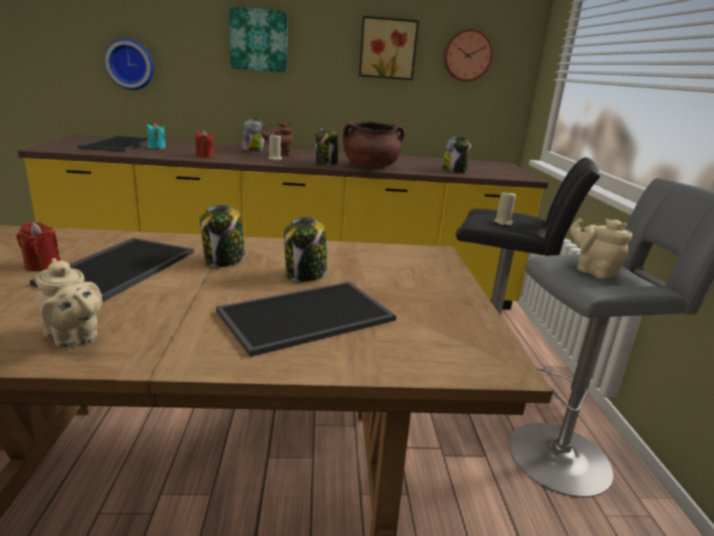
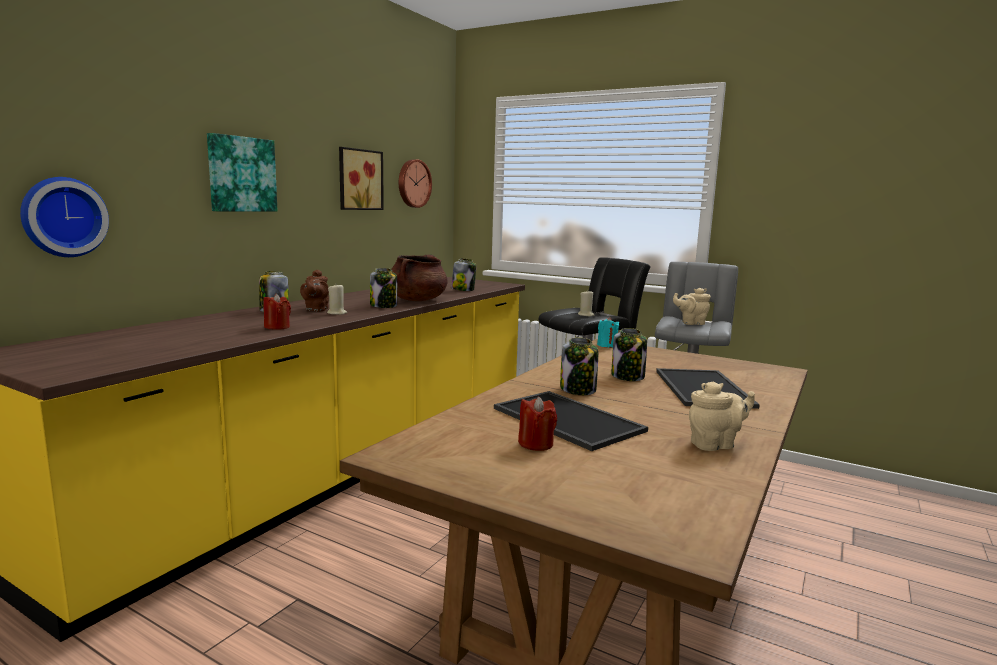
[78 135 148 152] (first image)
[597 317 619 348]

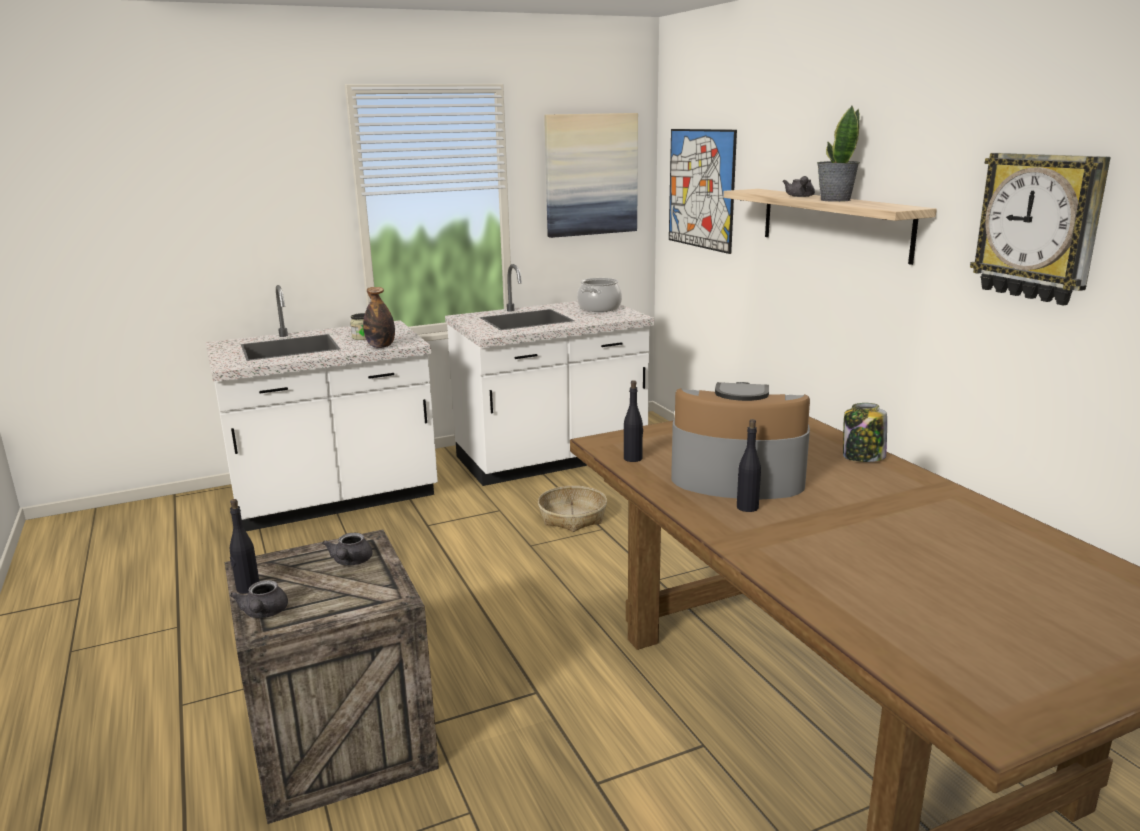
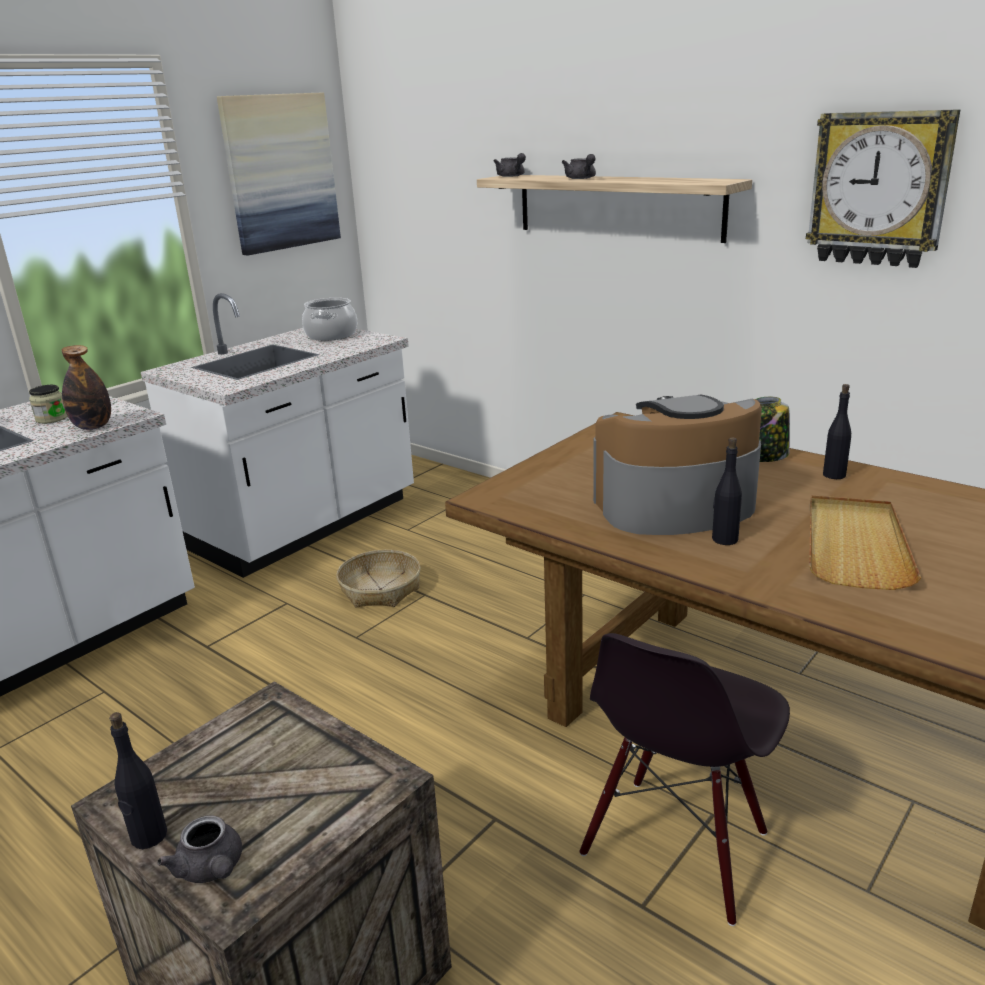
[494 153 526 177]
[823 384 851 479]
[669 129 737 254] (first image)
[817 106 860 202] (first image)
[580 633 790 926]
[809 495 921 590]

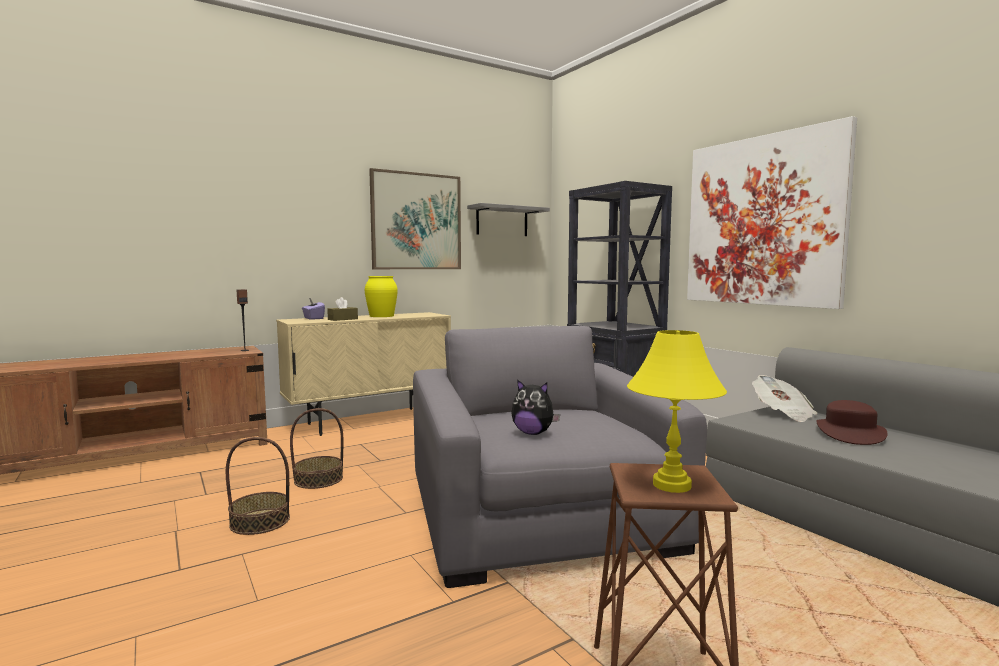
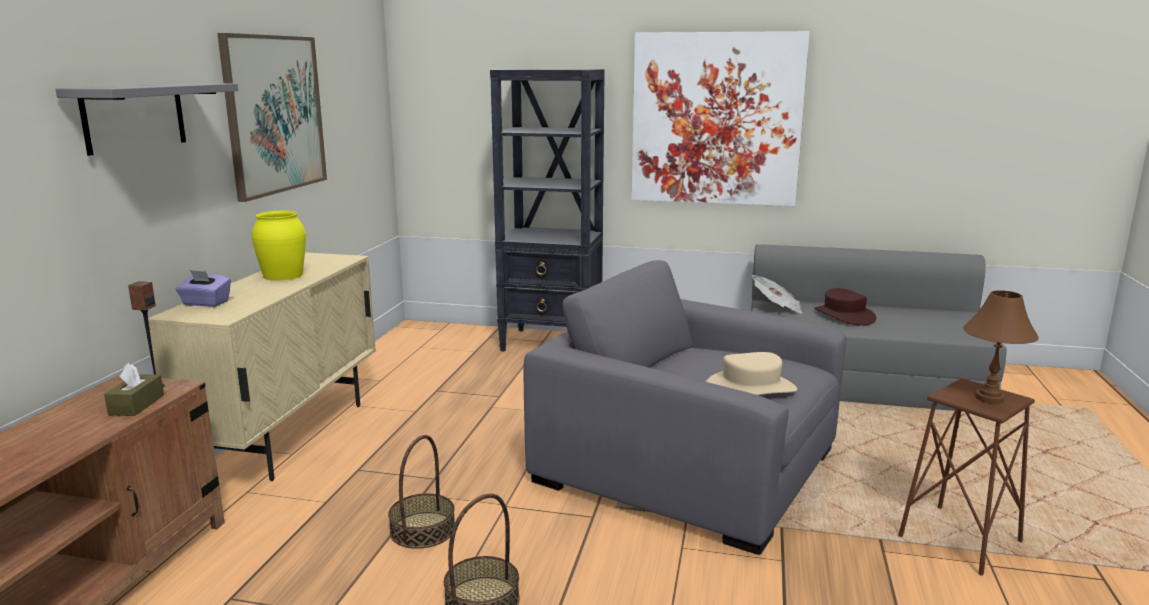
[104 363 164 416]
[55 83 238 156]
[706 352 797 395]
[963 290 1039 404]

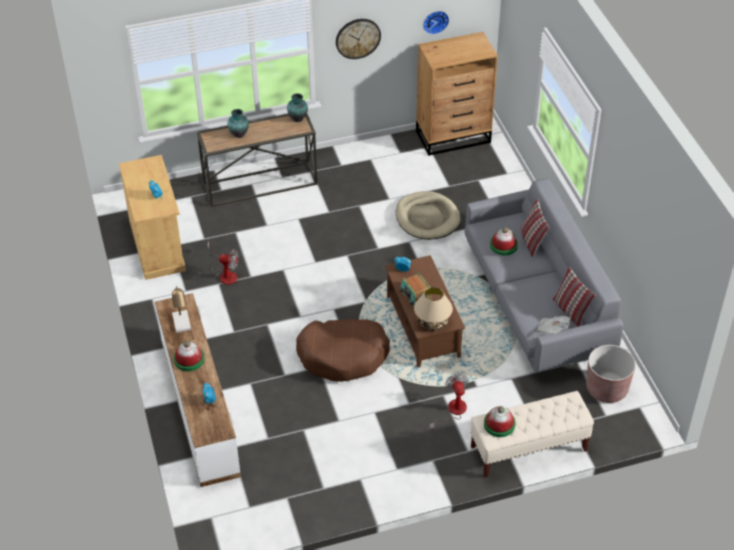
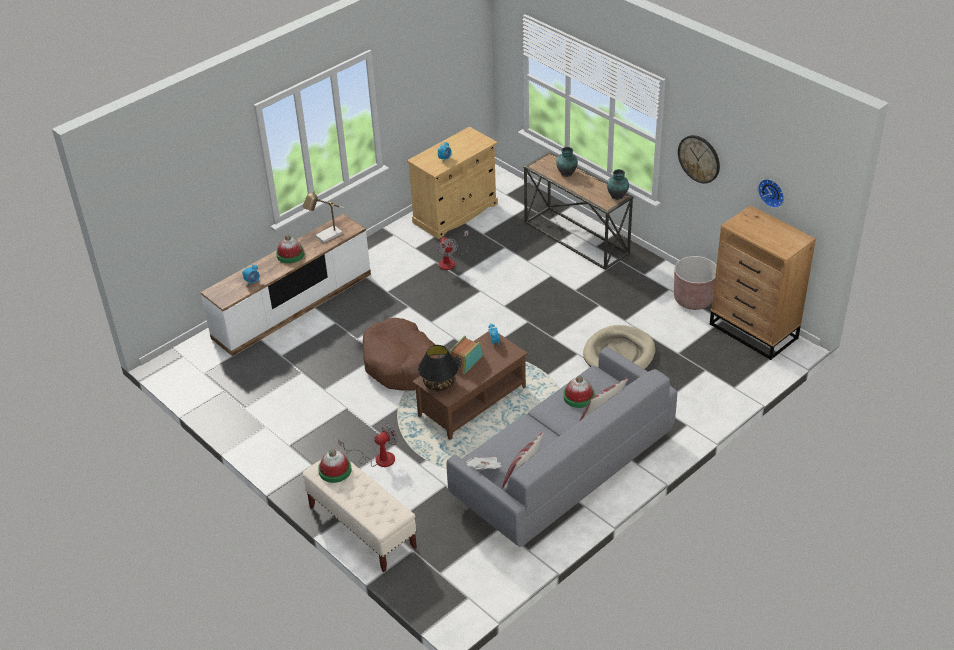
[418 345 459 391]
[674 256 717 310]

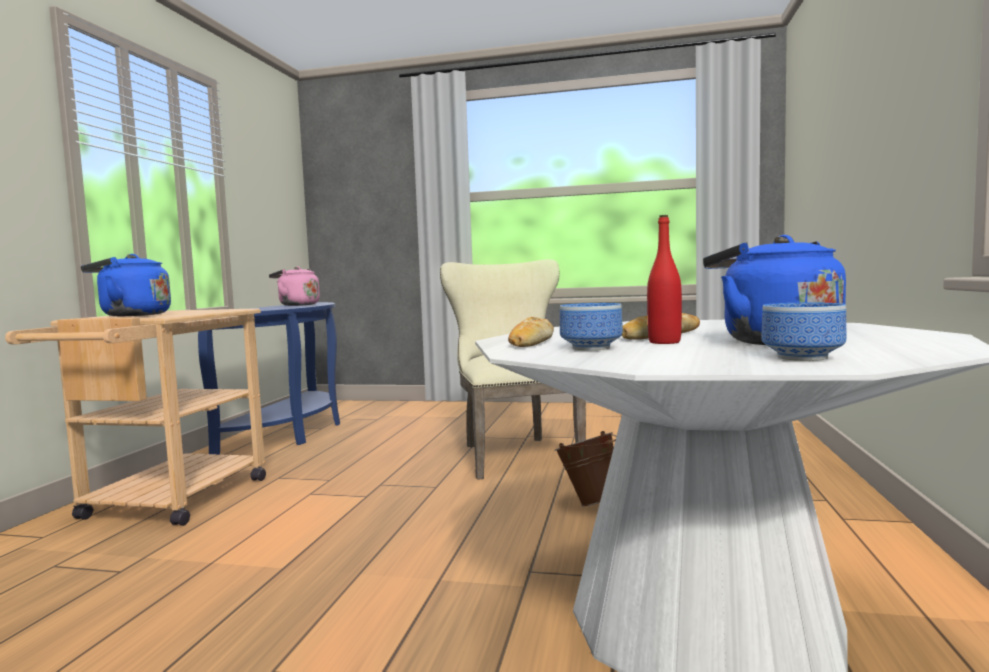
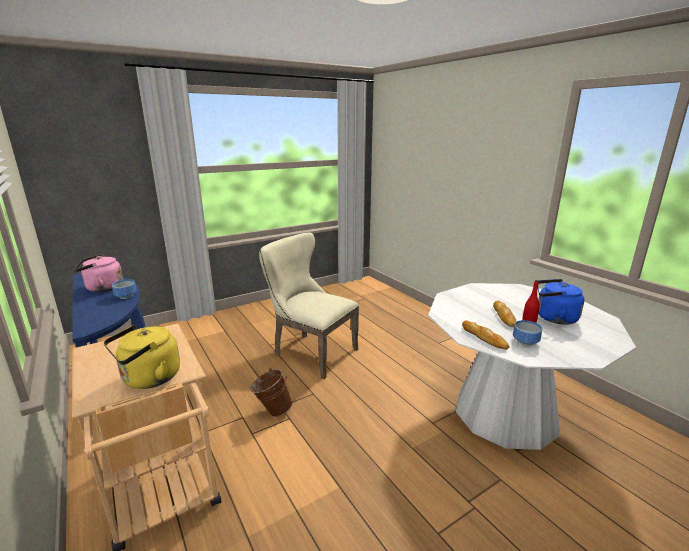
[103 325 180 389]
[250 368 293 417]
[112 279 137 299]

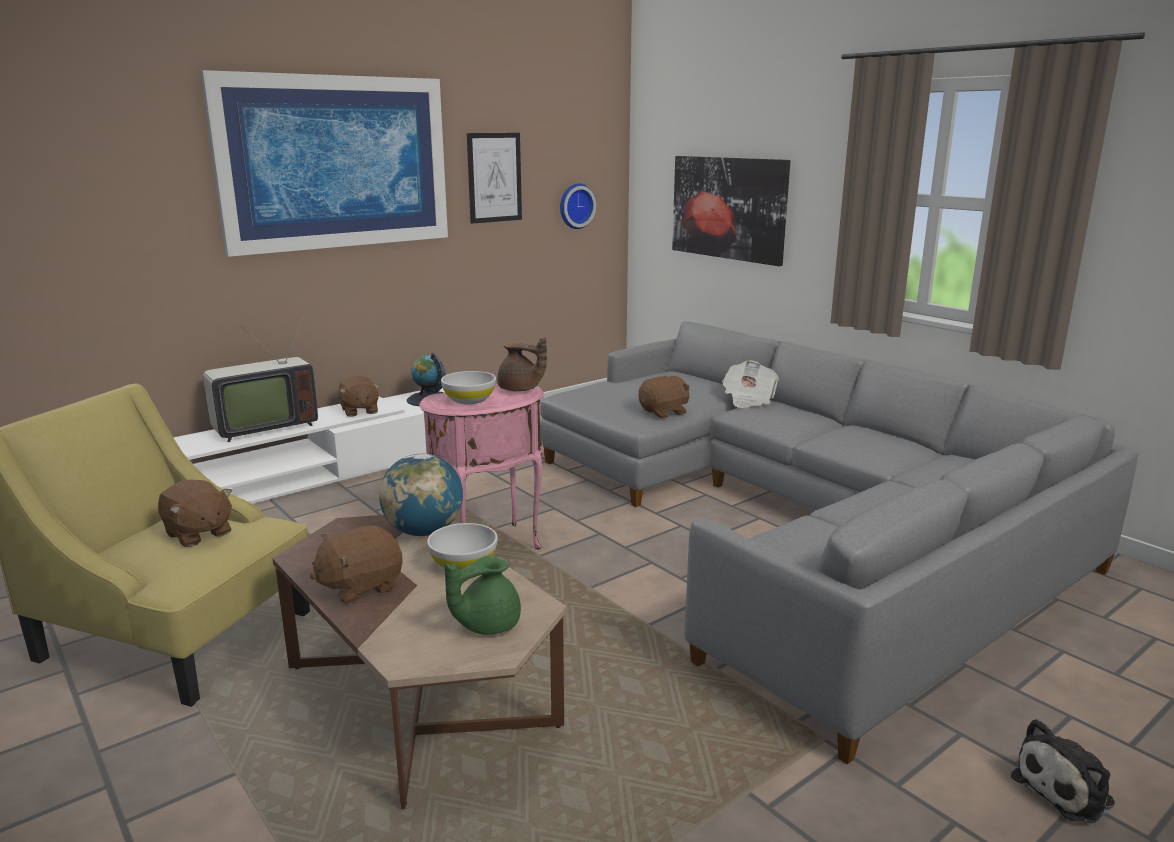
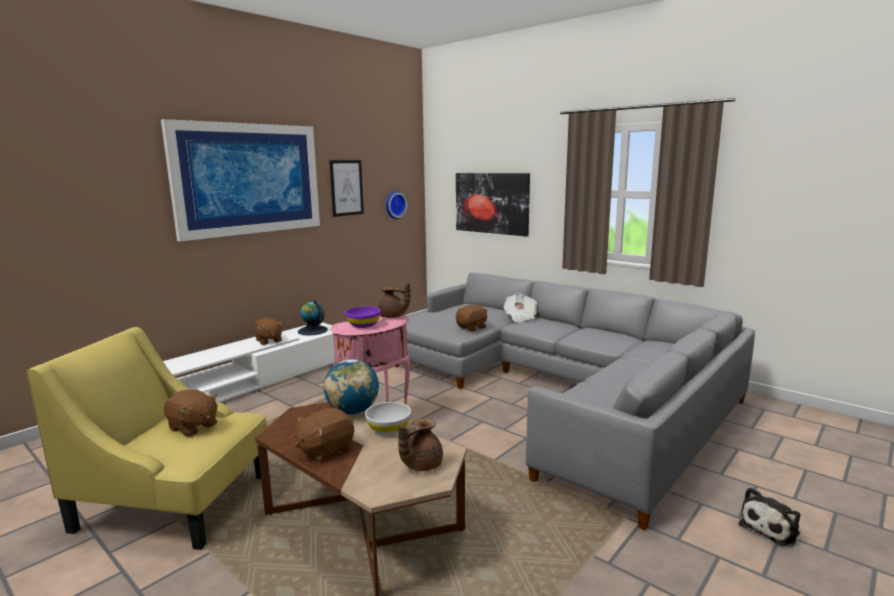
[203 314 318 442] (first image)
[345 306 381 328]
[398 419 443 471]

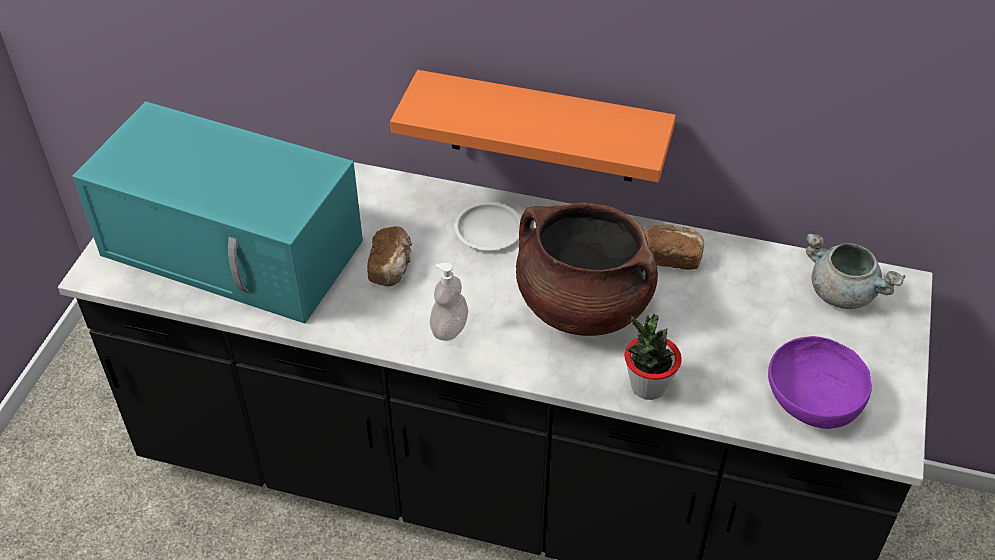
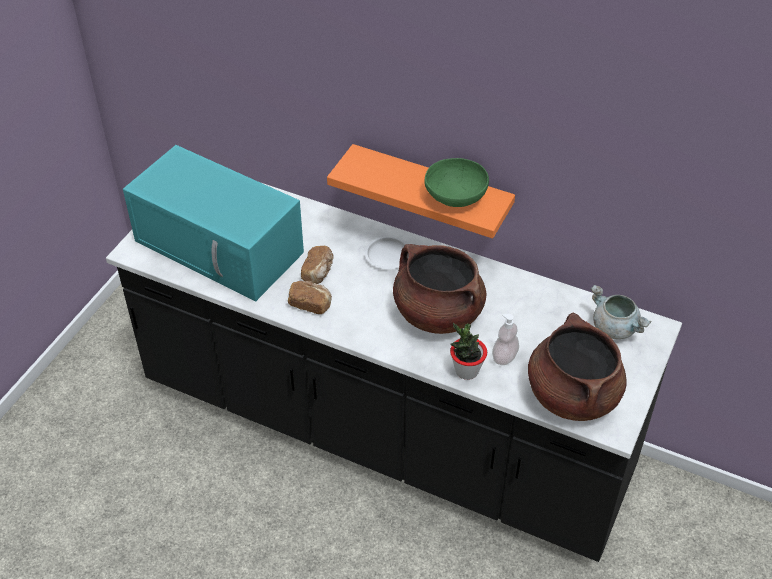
[492 314 519 365]
[288 281 332 314]
[528 313 627 421]
[424 158 489 207]

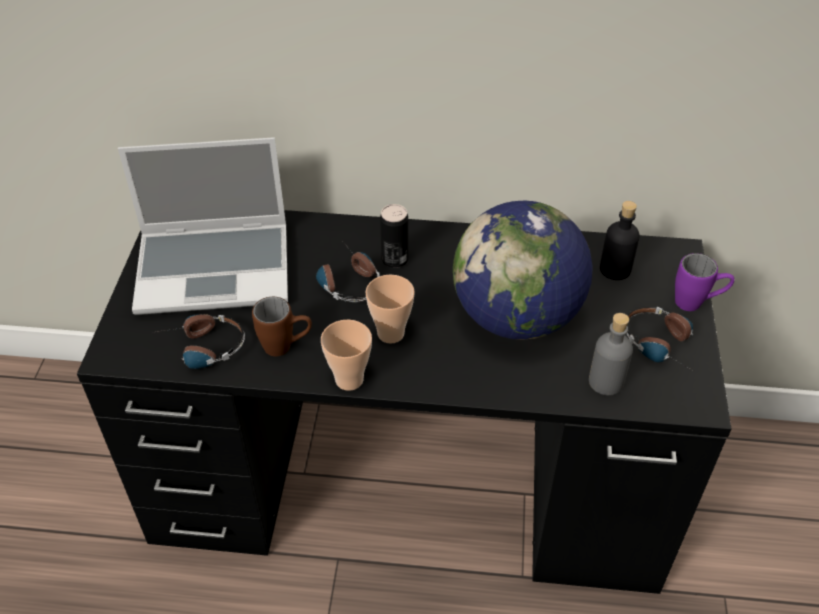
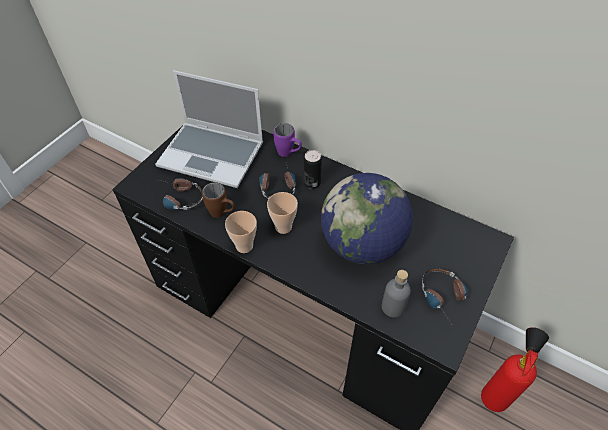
[600 201 640 280] (first image)
[273 123 302 157]
[481 327 549 412]

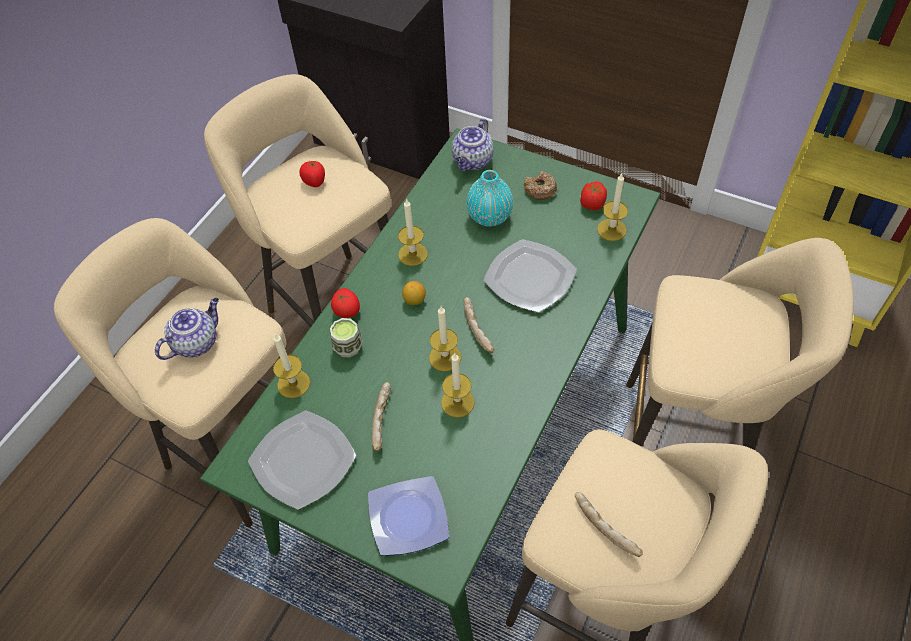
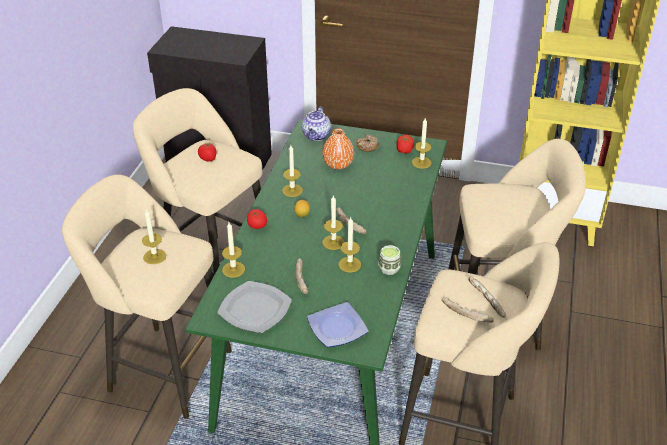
[142 209 166 264]
[378 245 401 275]
[322 128 354 170]
[483 239 577 313] (first image)
[469 276 506 318]

